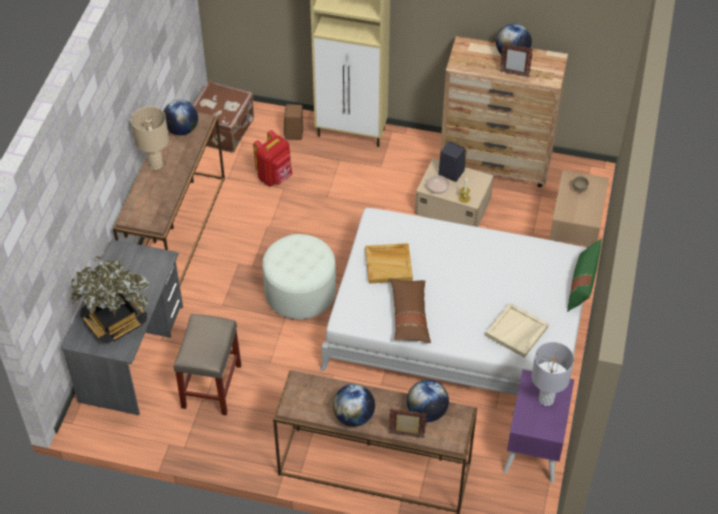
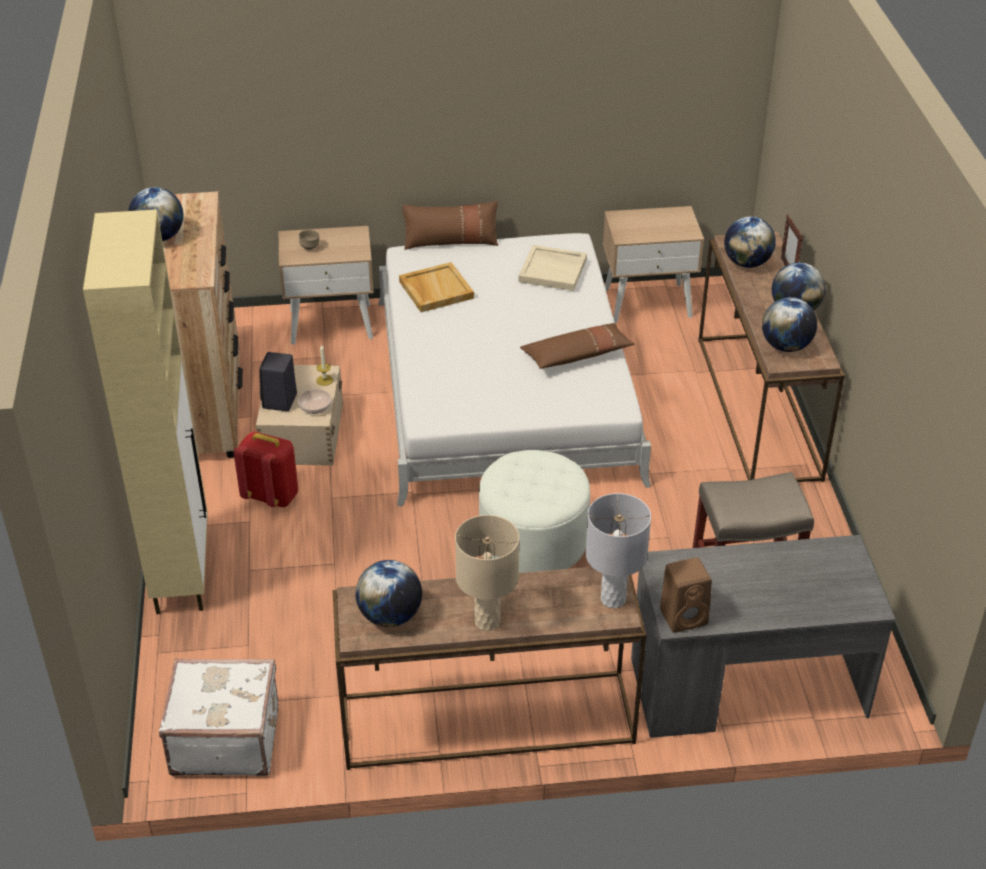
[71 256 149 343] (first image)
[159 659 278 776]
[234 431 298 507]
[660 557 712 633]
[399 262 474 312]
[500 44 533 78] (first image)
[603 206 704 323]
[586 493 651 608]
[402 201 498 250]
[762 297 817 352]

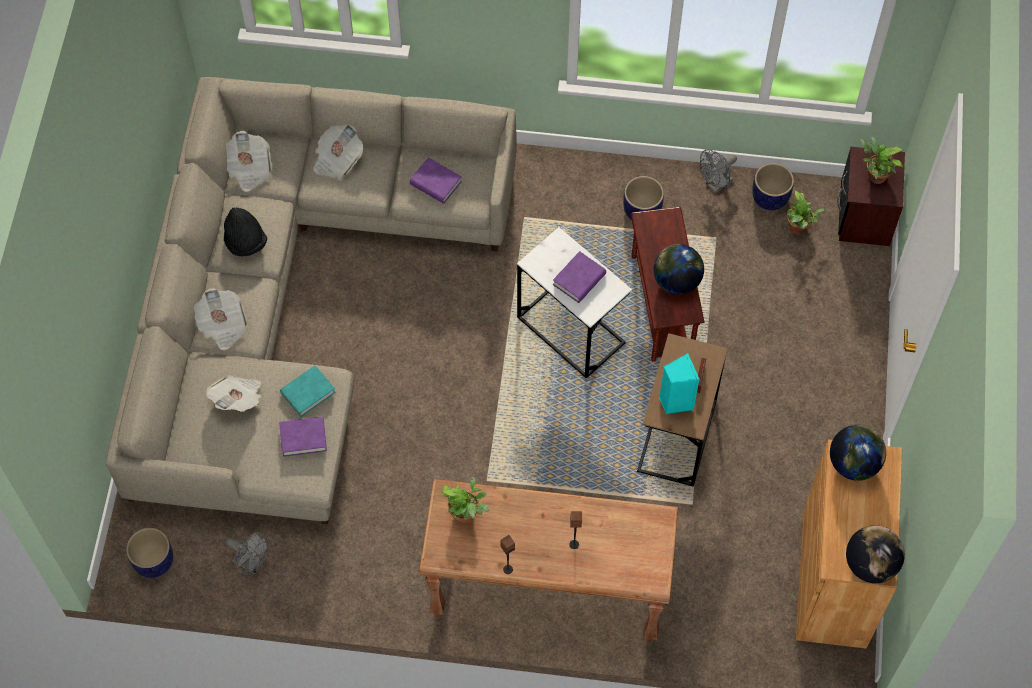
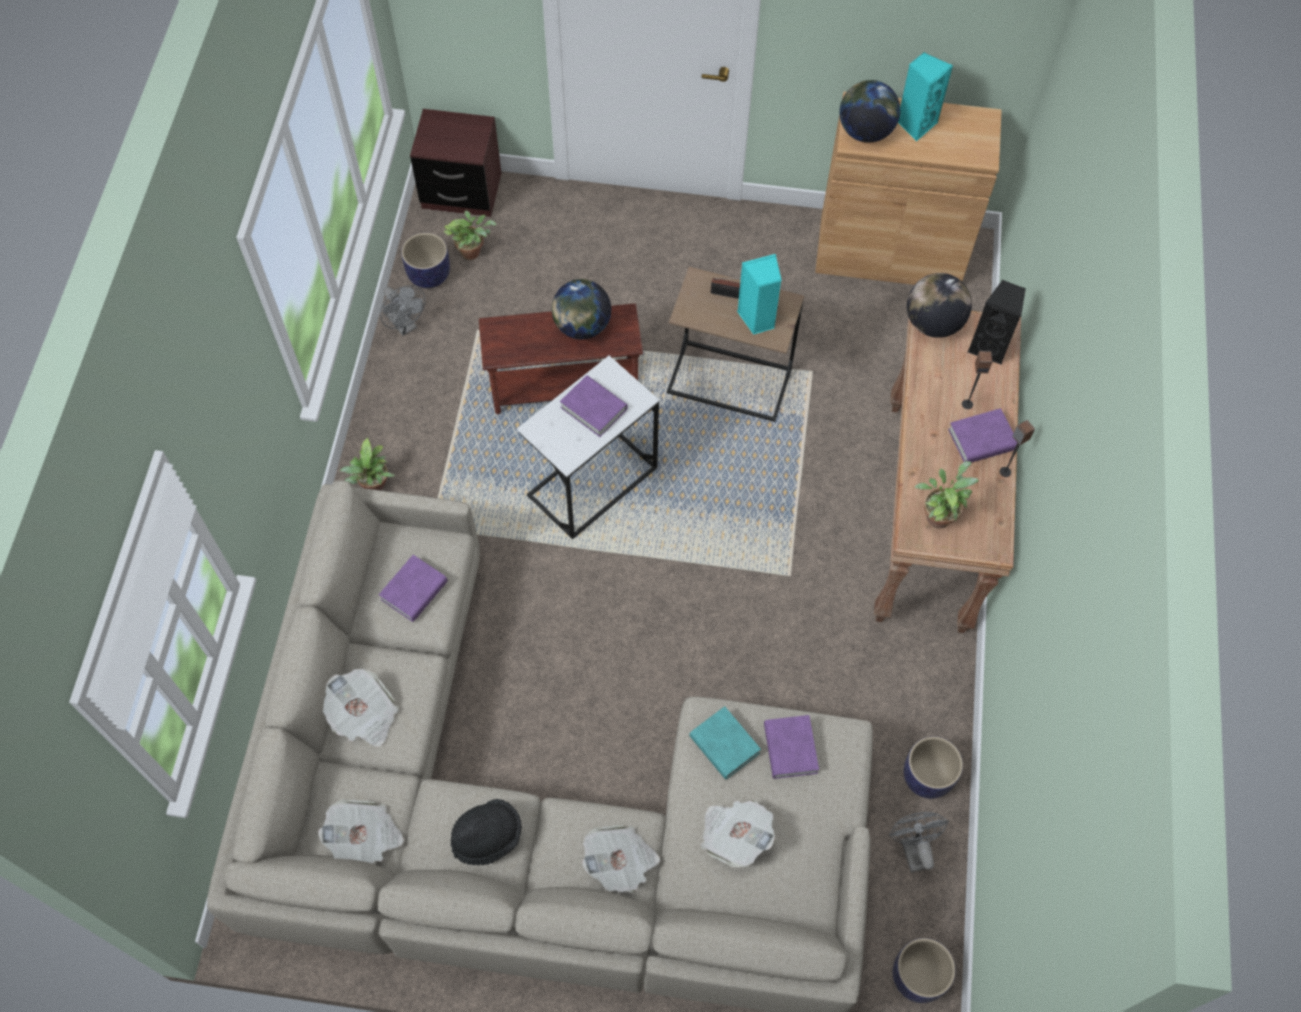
[889 812 949 873]
[904 736 963 799]
[907 273 972 338]
[340 437 395 491]
[898 52 953 141]
[948 408 1017 463]
[968 280 1026 365]

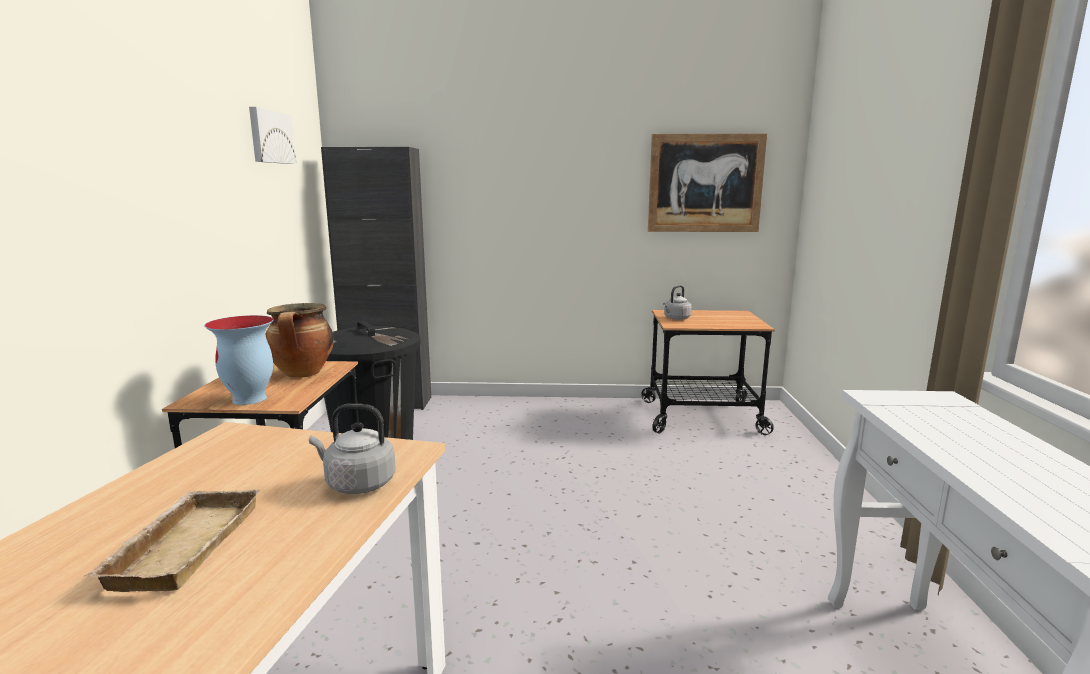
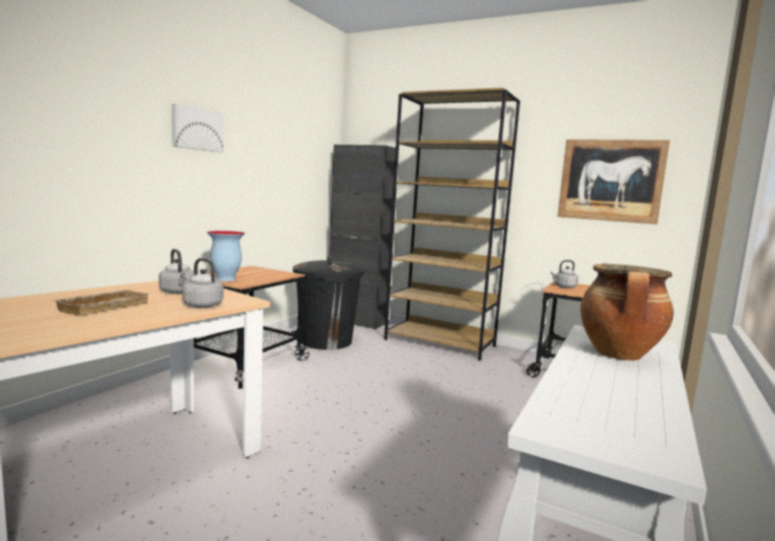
[172 104 223 152]
[581 264 674 361]
[159 249 194 294]
[384 88 520 361]

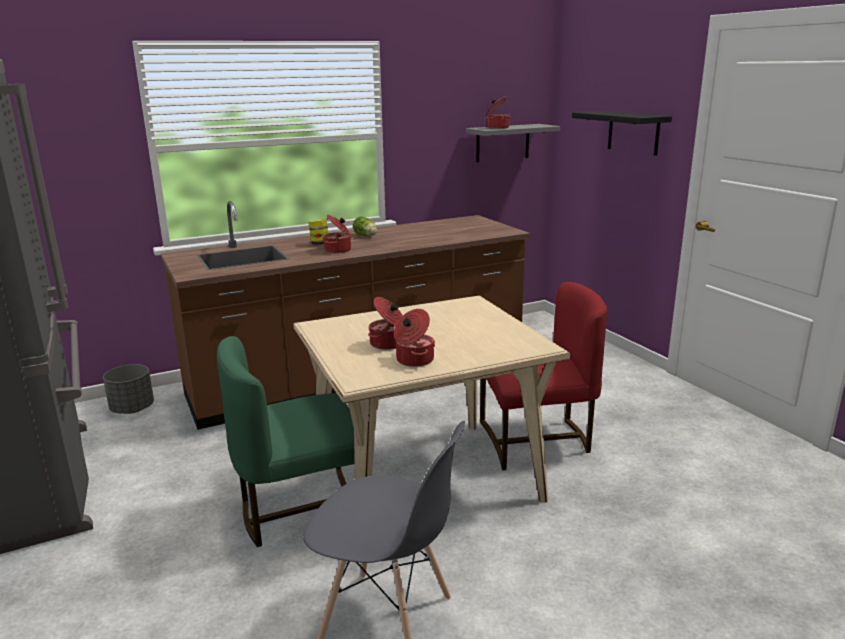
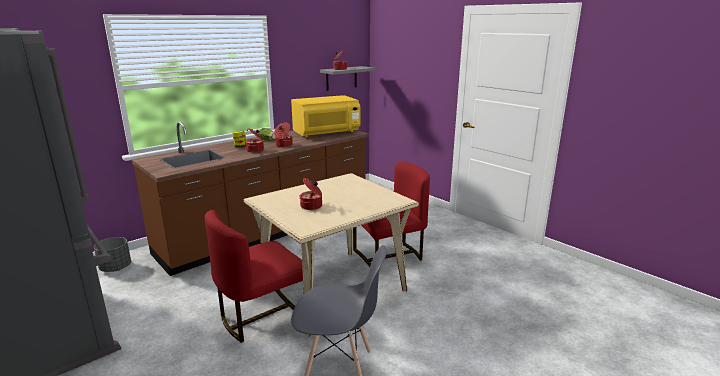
[205 210 303 343]
[274 122 293 147]
[572 111 672 156] (first image)
[291 95 360 137]

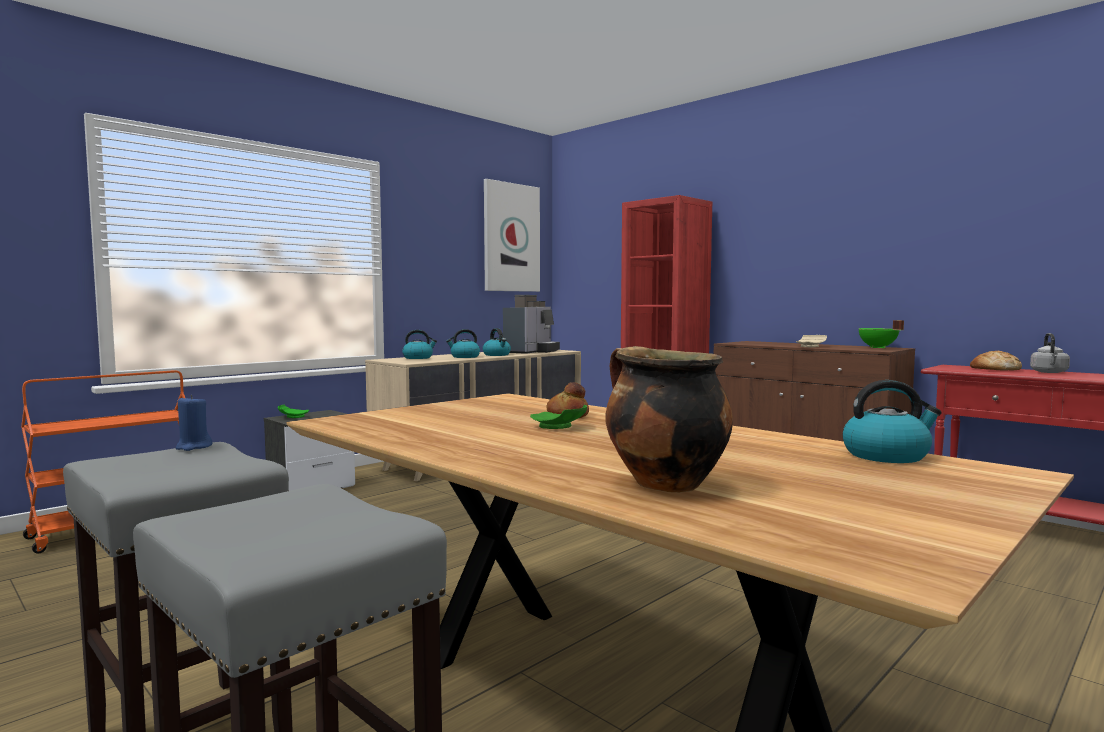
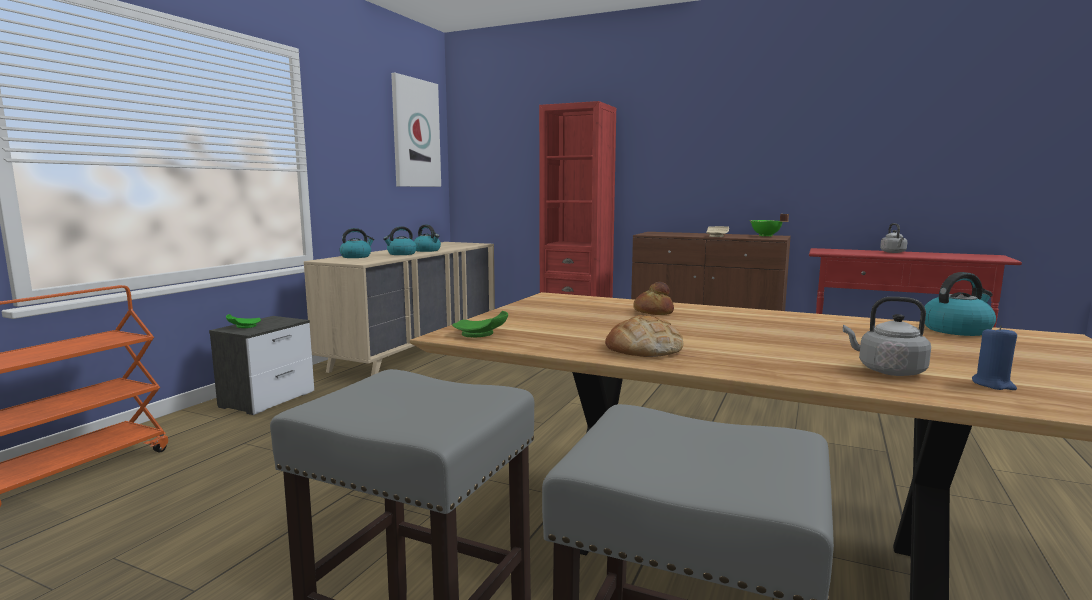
[972 325 1017 390]
[503 295 560 354] (first image)
[452 311 508 337]
[843 297 931 376]
[605 315 683 357]

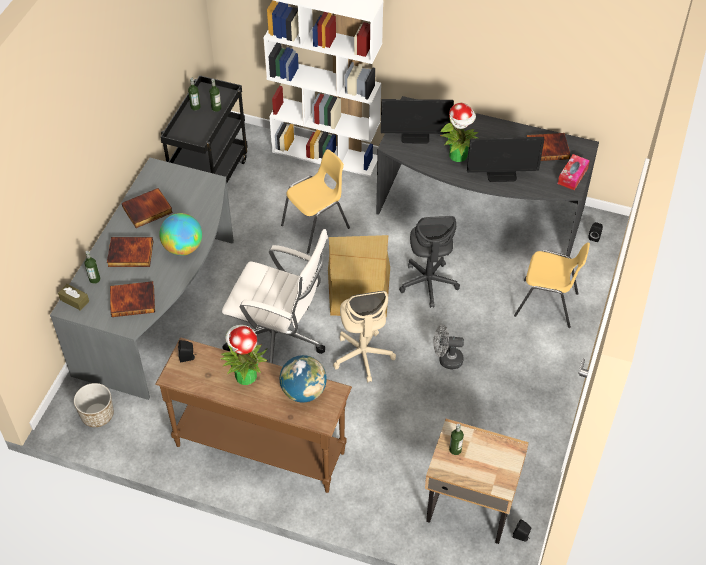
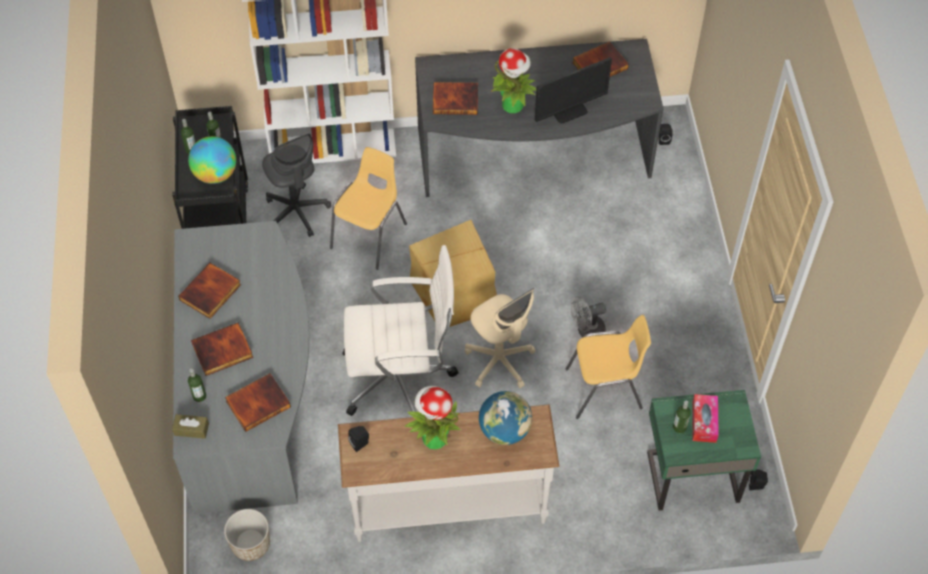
[338 404 560 542]
[188 136 236 184]
[433 82 478 115]
[262 133 331 237]
[647 390 761 511]
[566 315 651 419]
[693 394 719 443]

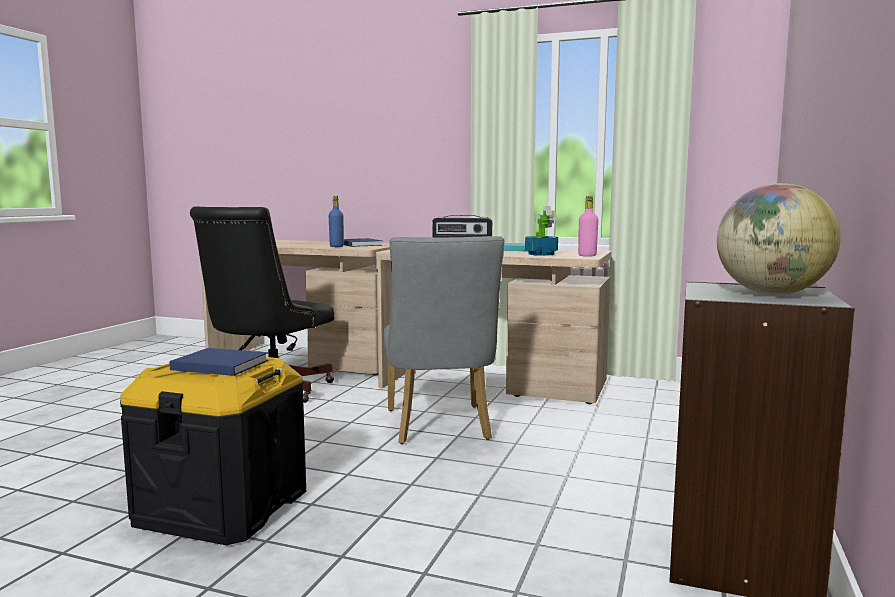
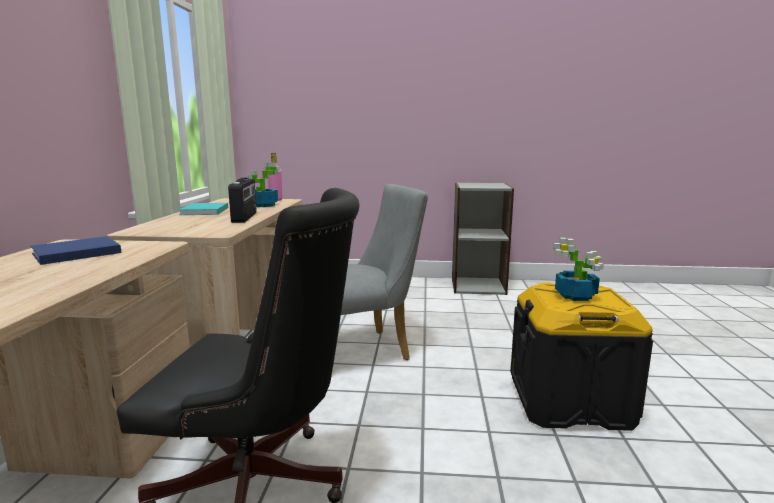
[553 238 604 301]
[329 196 344 247] (first image)
[717 183 841 295] (first image)

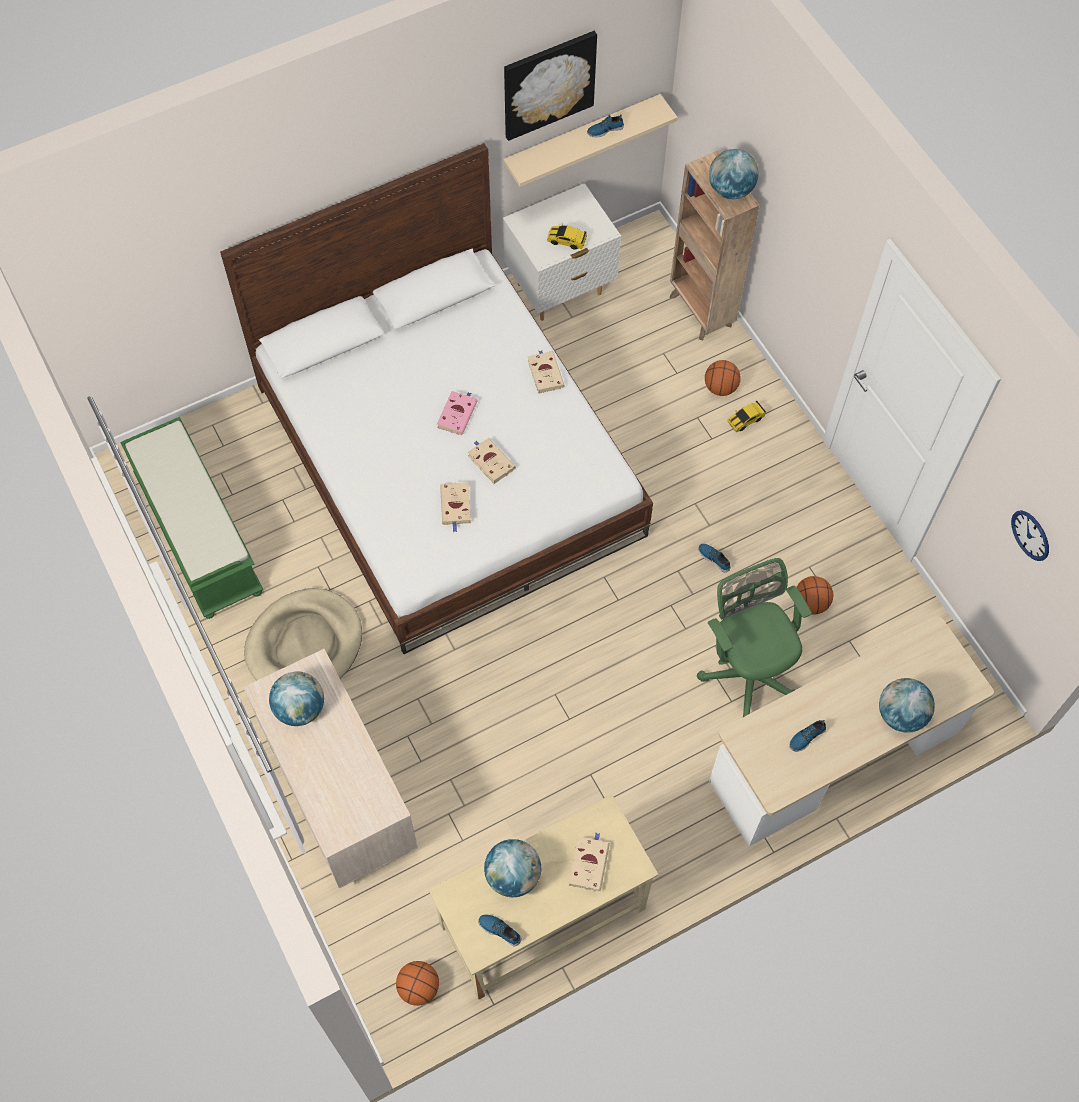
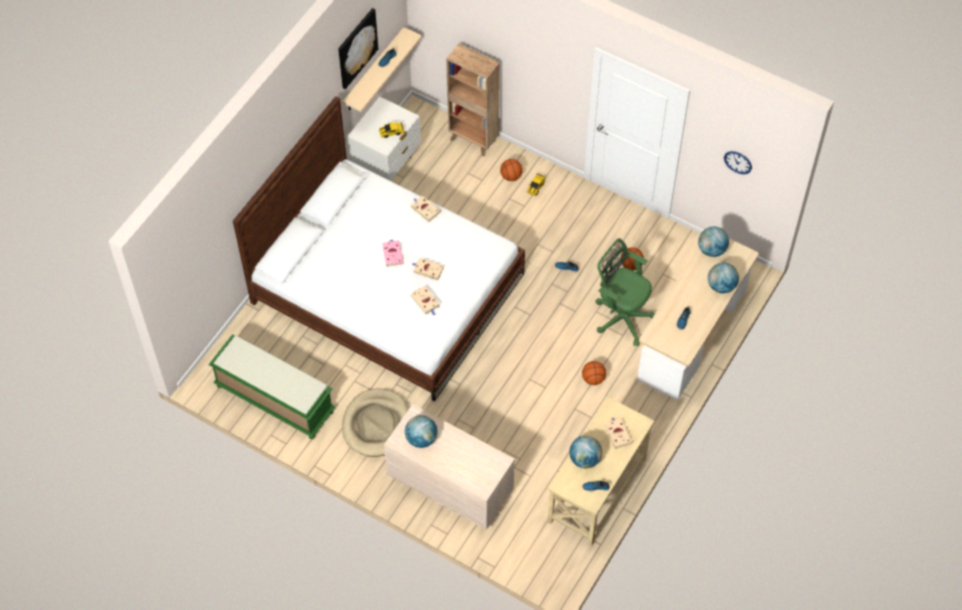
[582 361 606 385]
[698 227 729 257]

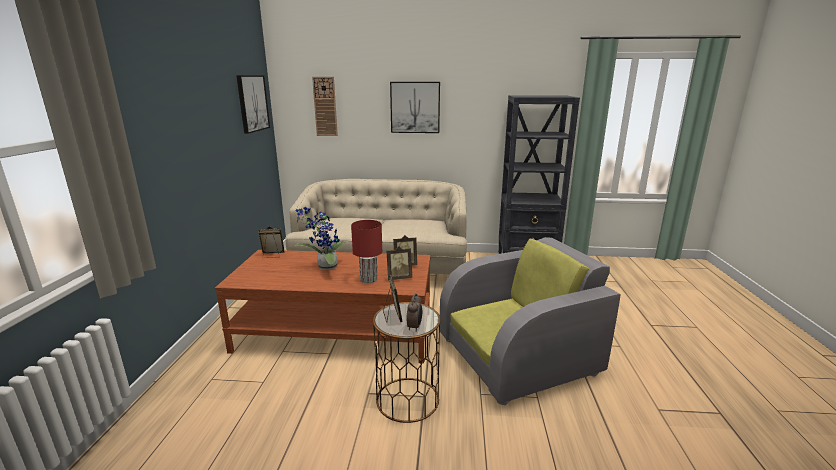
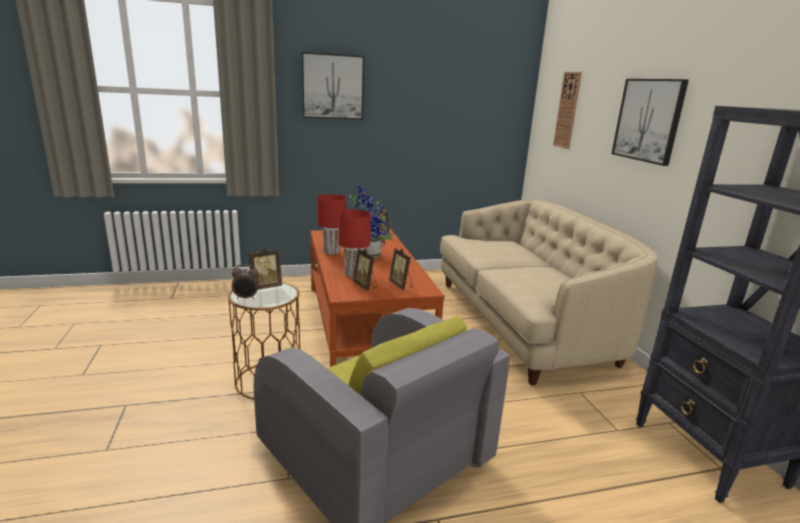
[302 52 364 120]
[317 194 346 255]

